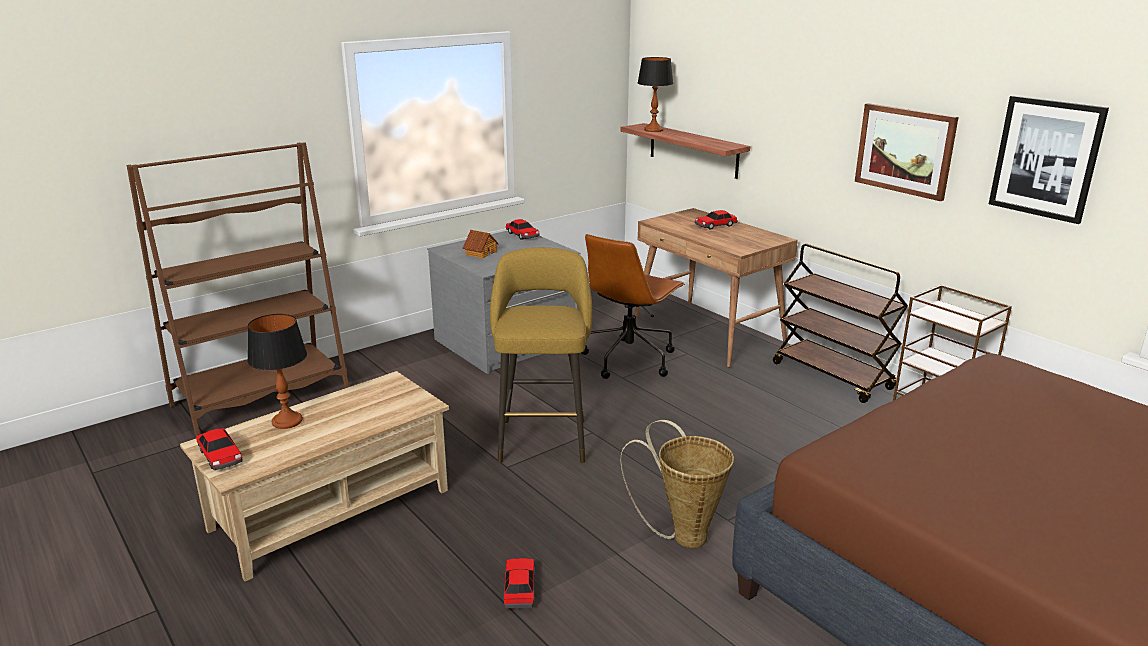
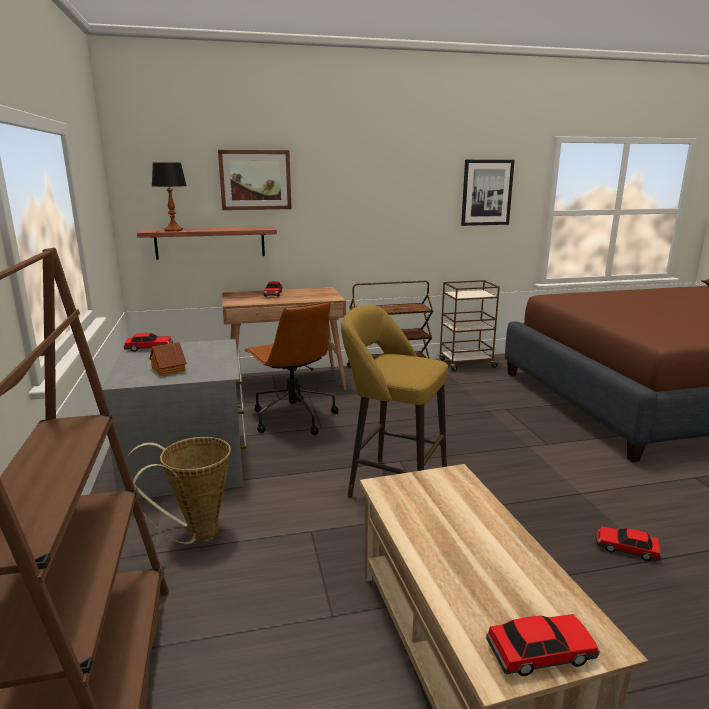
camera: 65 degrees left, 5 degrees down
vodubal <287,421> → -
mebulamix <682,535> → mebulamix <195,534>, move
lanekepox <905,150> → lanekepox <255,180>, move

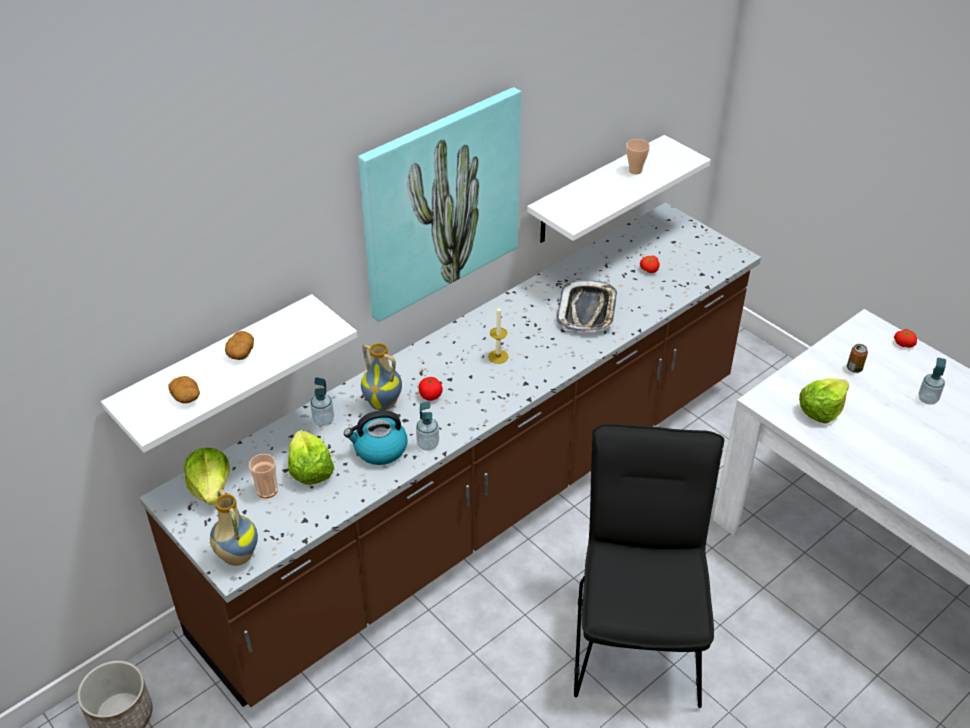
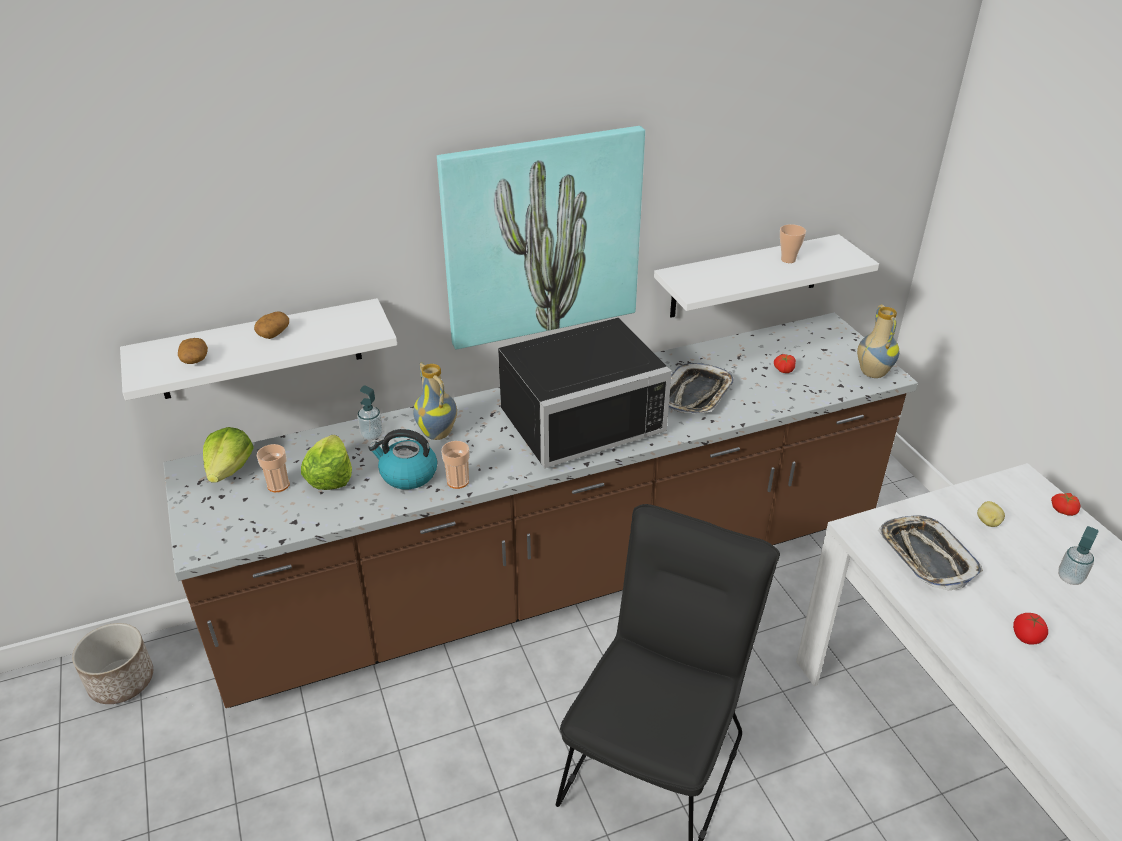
camera: 20 degrees right, 5 degrees down
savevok <236,557> → savevok <871,373>, move
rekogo <430,396> → rekogo <1026,637>, move
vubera <428,444> → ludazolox <458,481>
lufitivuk <498,356> → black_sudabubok <578,416>
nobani <821,409> → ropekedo <926,556>
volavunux <854,368> → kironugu <987,522>

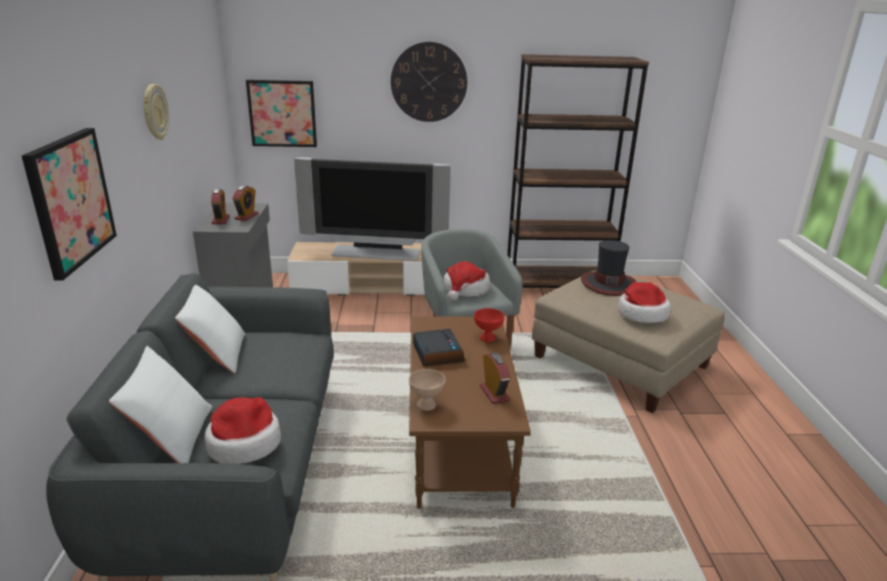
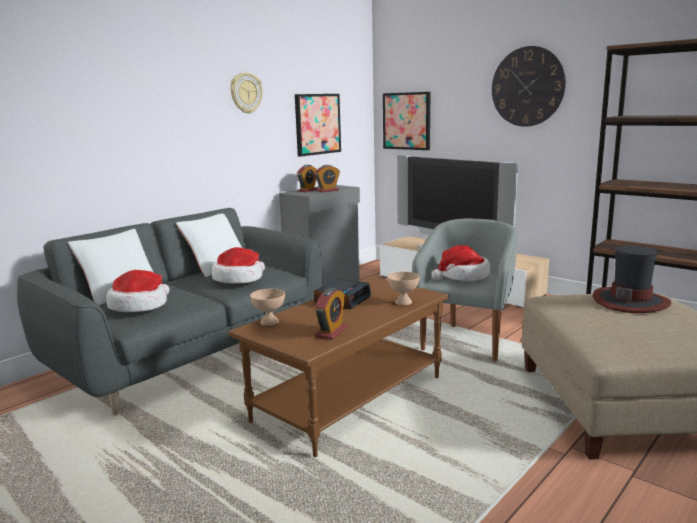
camera: 45 degrees right, 10 degrees down
lanekepox <70,200> → lanekepox <317,124>, move
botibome <641,313> → botibome <239,278>, move
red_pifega <487,338> → beige_pifega <403,302>

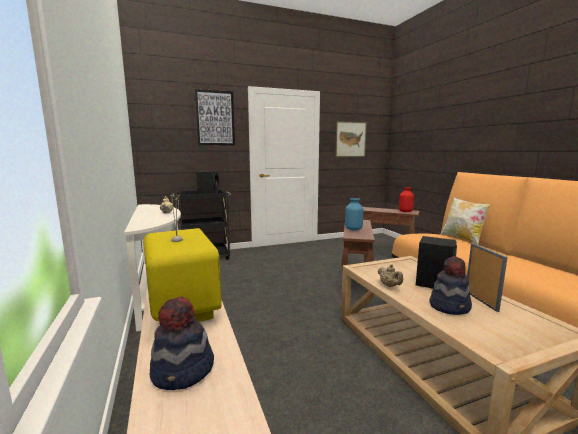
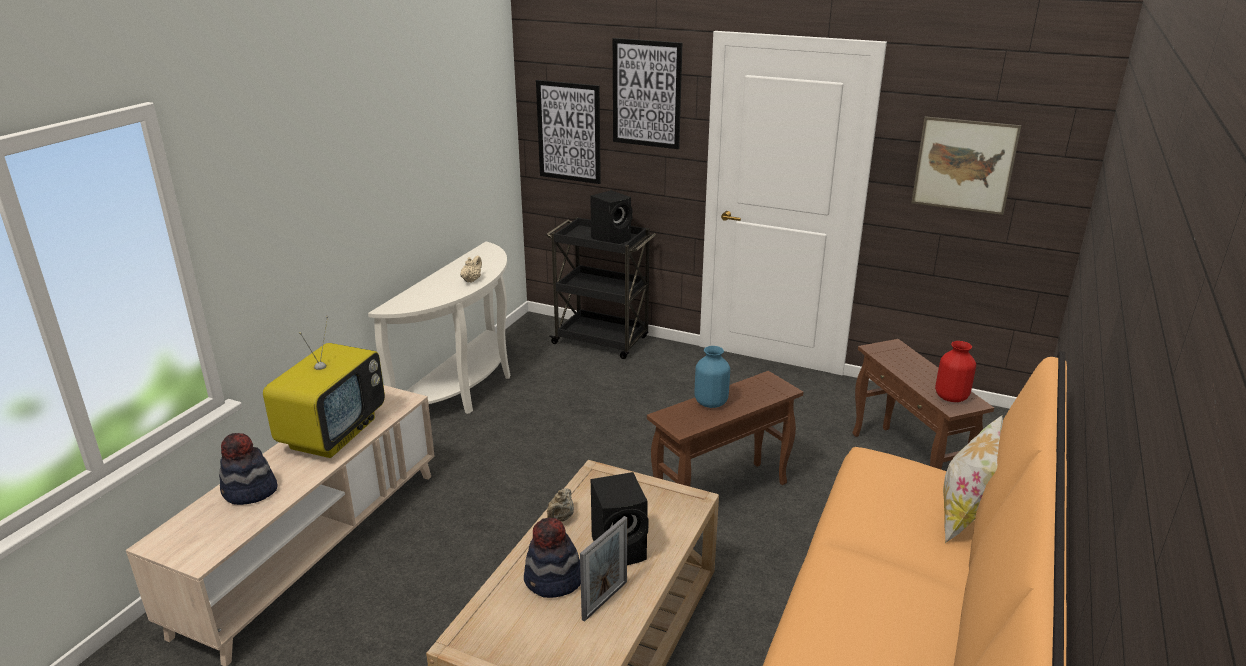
camera: 45 degrees right, 15 degrees up
- → lanekepox <569,132>

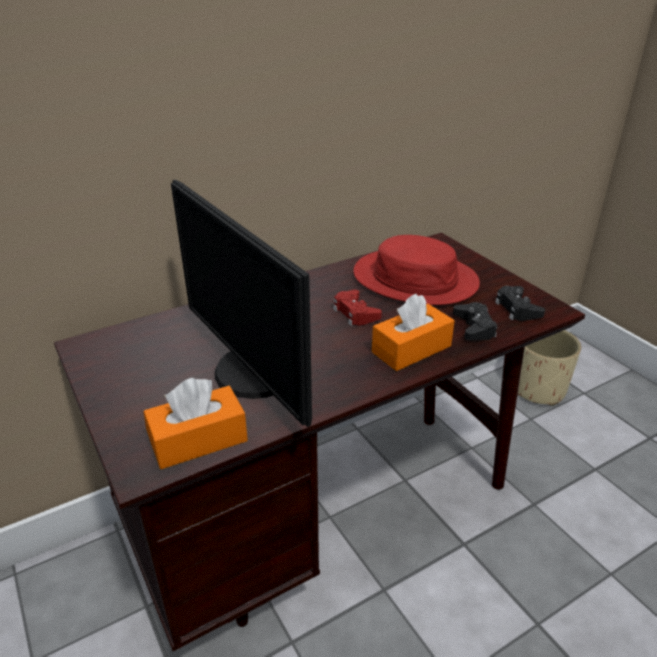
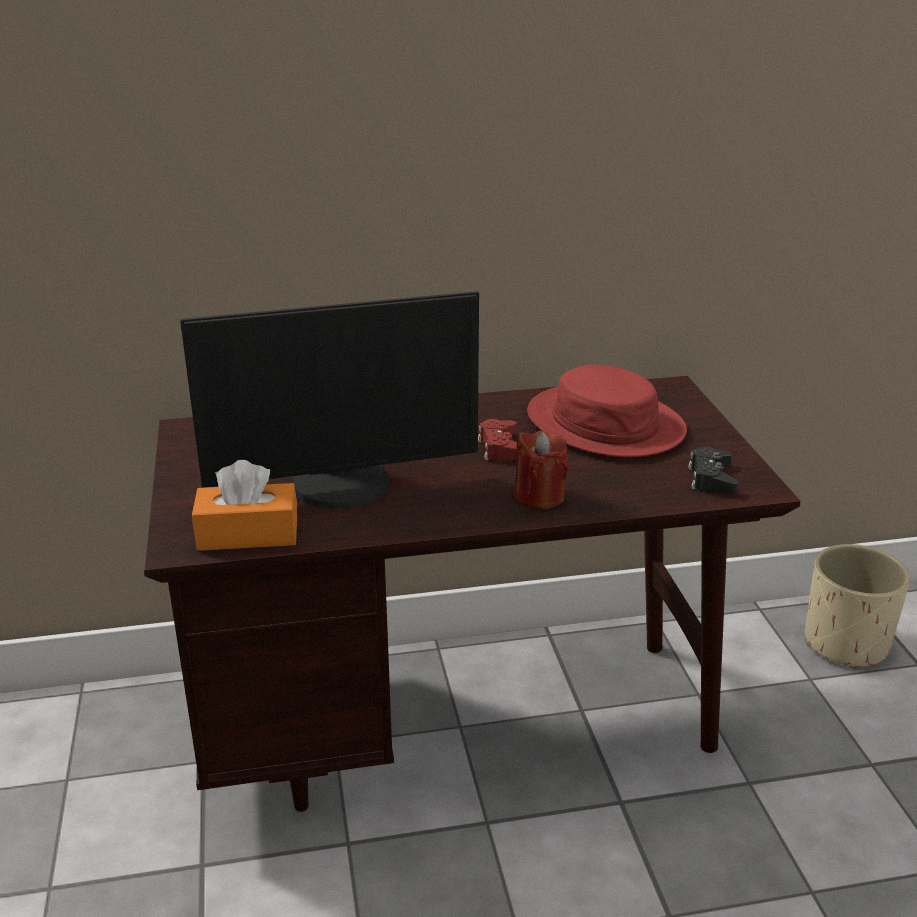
camera: 20 degrees right, 5 degrees down
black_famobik <474,327> → -
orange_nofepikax <411,349> → red_lufitivuk <539,496>
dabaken <252,373> → dabaken <342,486>, 90 degrees counterclockwise

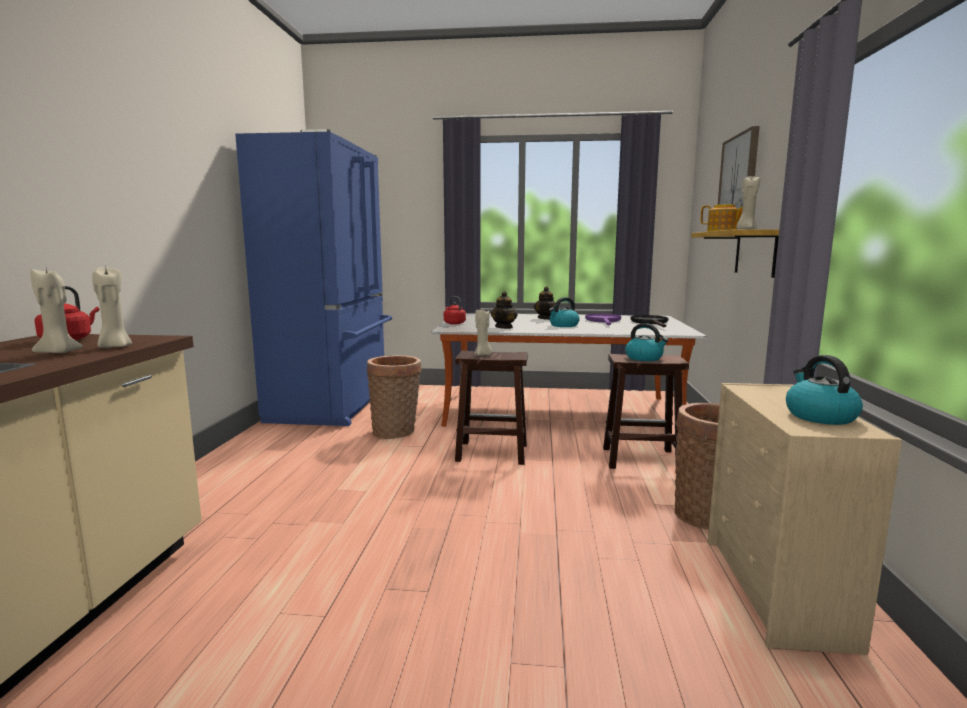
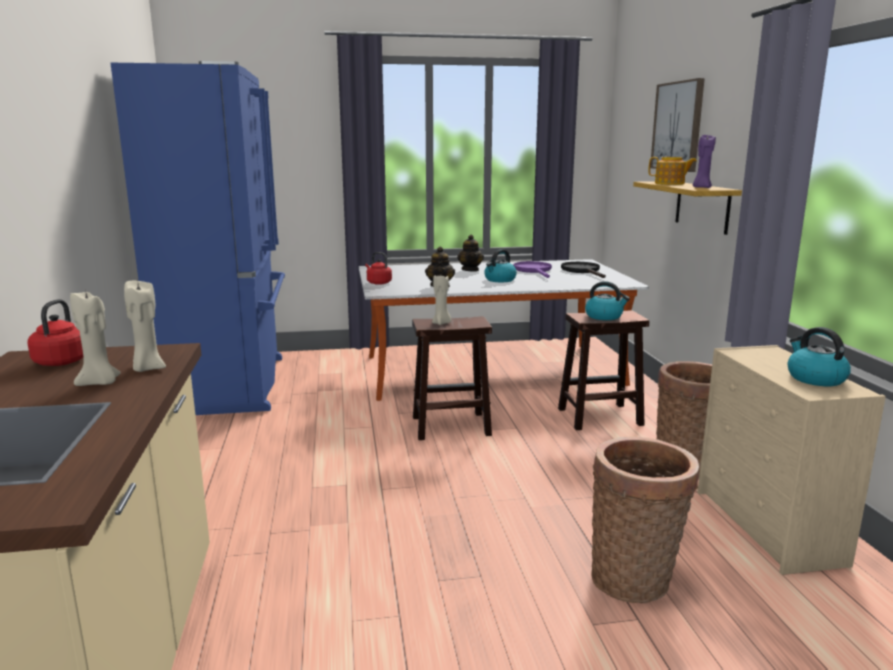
camera: 15 degrees left, 5 degrees up
mebulamix <396,432> → mebulamix <635,578>, move
beige_lufitivuk <746,229> → purple_lufitivuk <701,187>

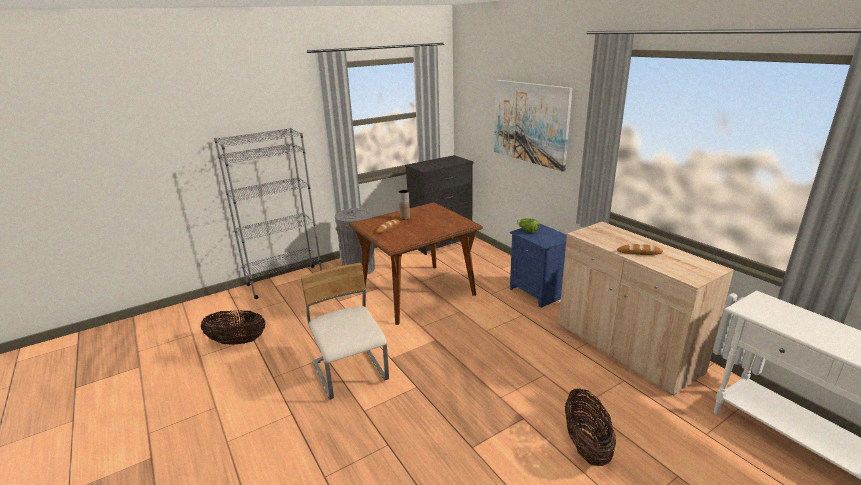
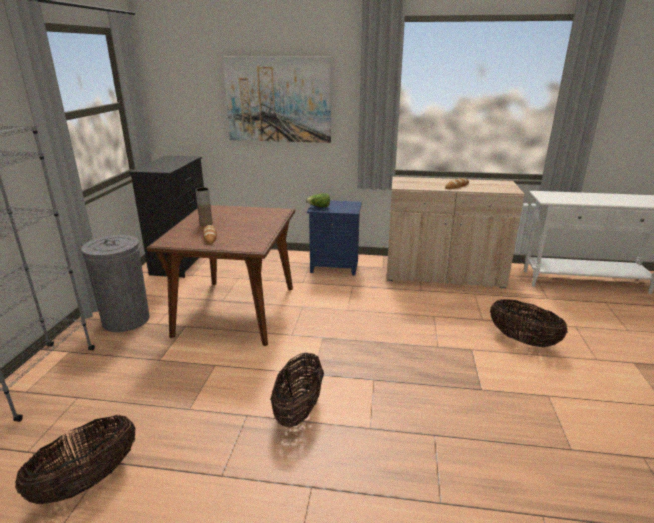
camera: 50 degrees left, 0 degrees up
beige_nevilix <350,372> → mebulamix <298,409>

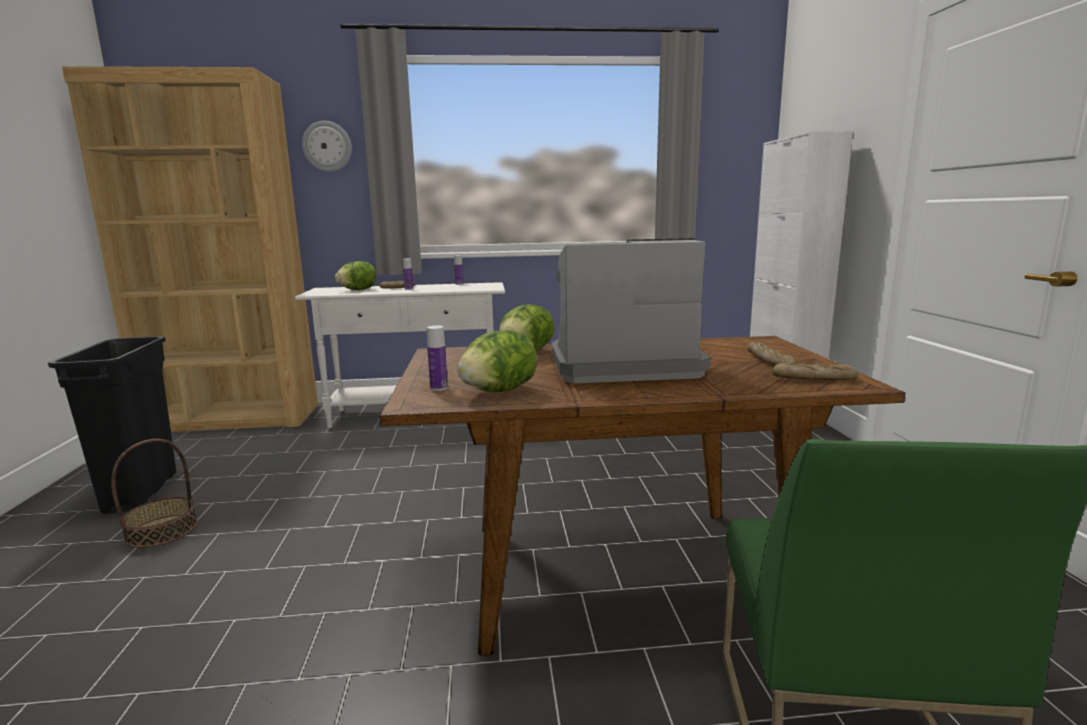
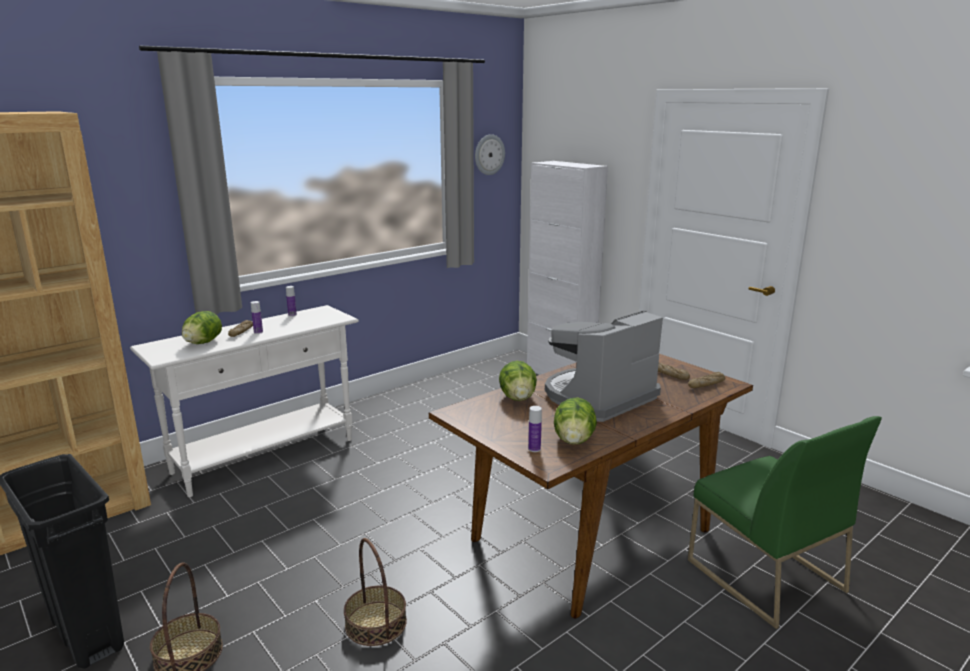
camera: 35 degrees left, 5 degrees up
- → mebulamix <375,623>
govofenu <327,146> → govofenu <489,154>, move

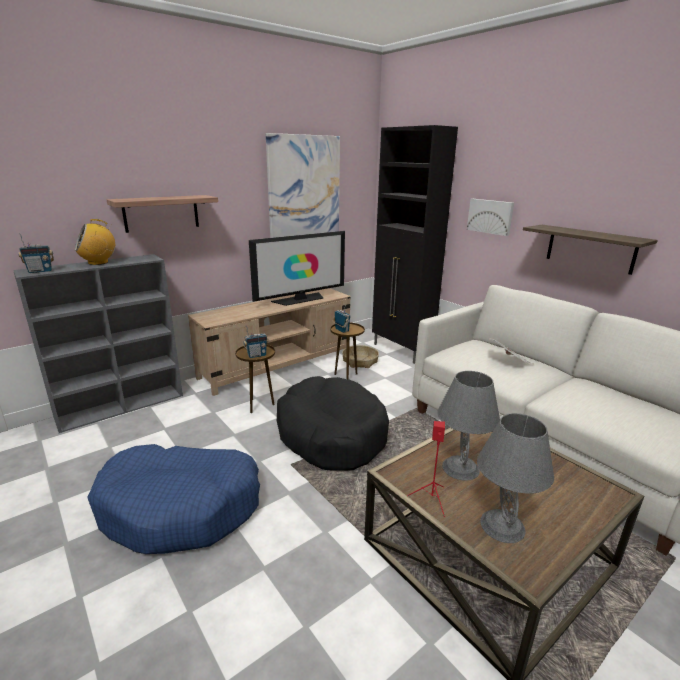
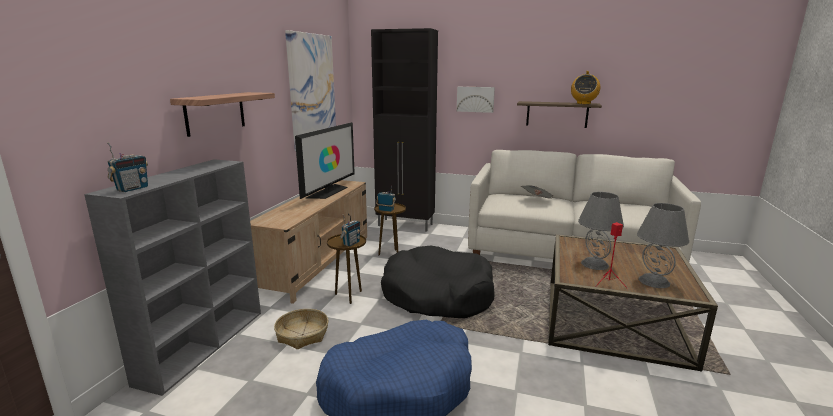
camera: 35 degrees left, 5 degrees down
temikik <98,262> → temikik <583,103>, move
mebulamix <360,361> → mebulamix <302,334>, move

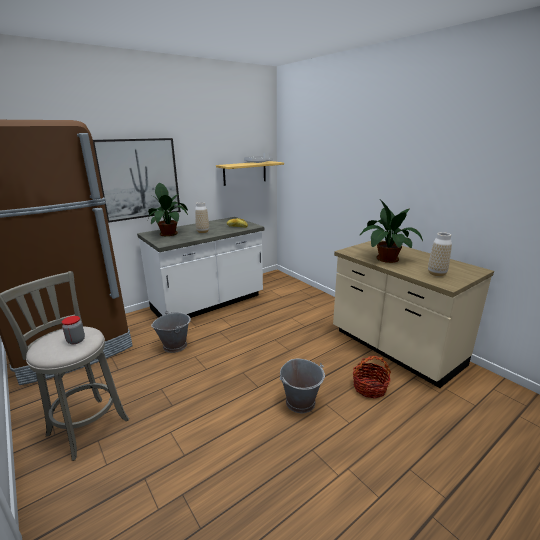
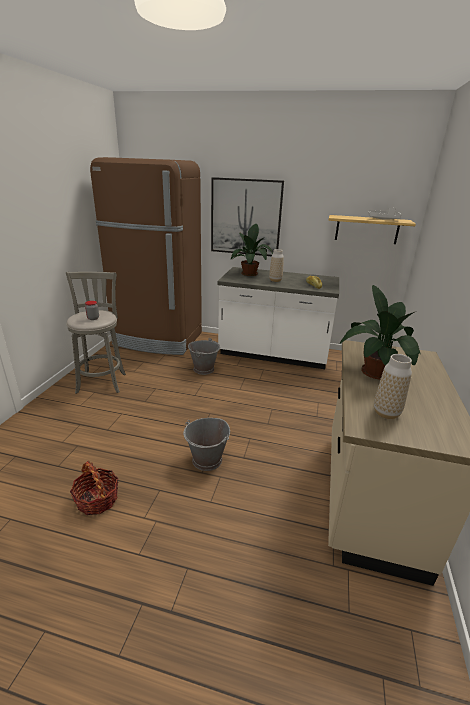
camera: 50 degrees right, 5 degrees up
mebulamix <369,388> → mebulamix <97,499>, move

